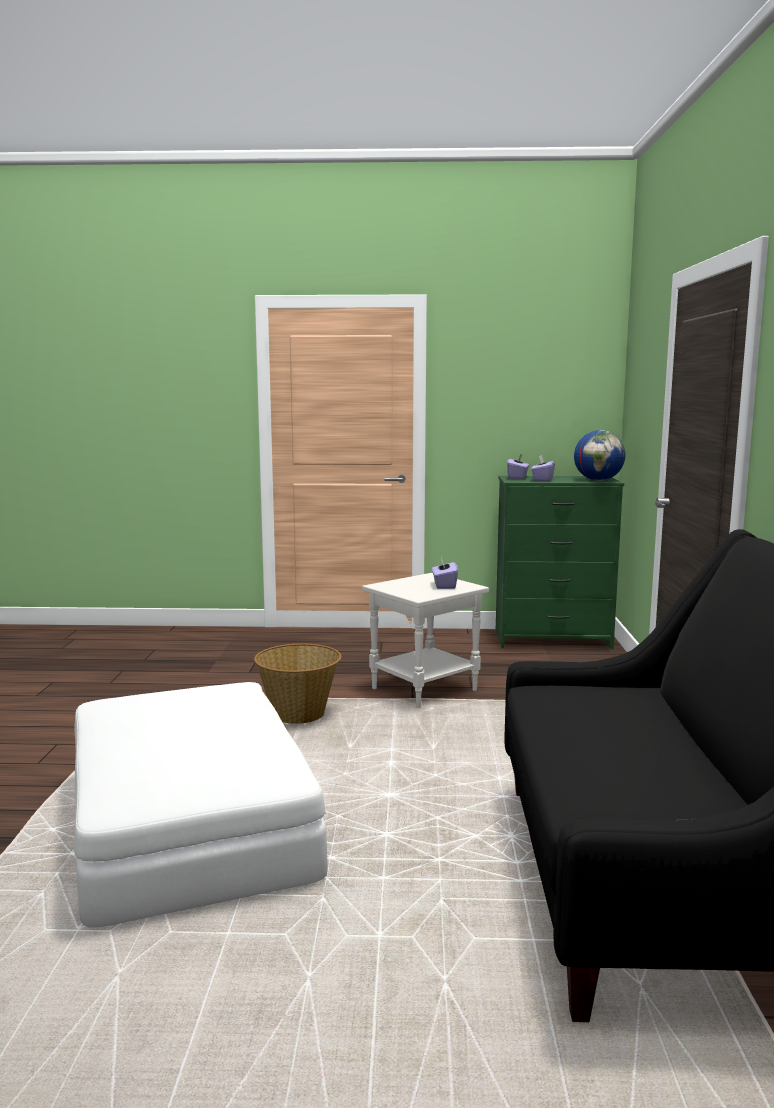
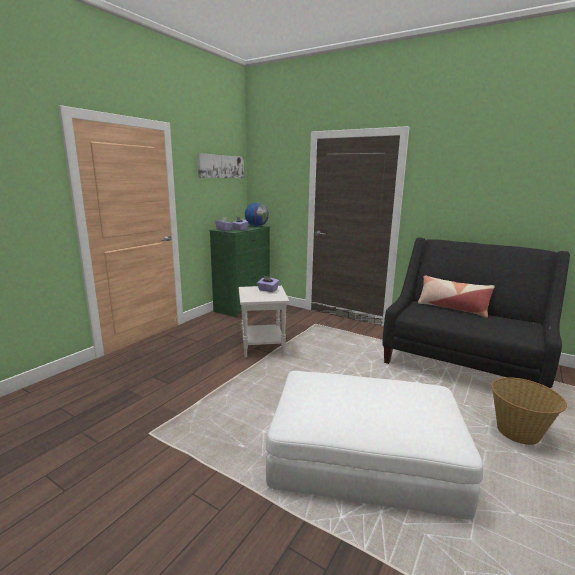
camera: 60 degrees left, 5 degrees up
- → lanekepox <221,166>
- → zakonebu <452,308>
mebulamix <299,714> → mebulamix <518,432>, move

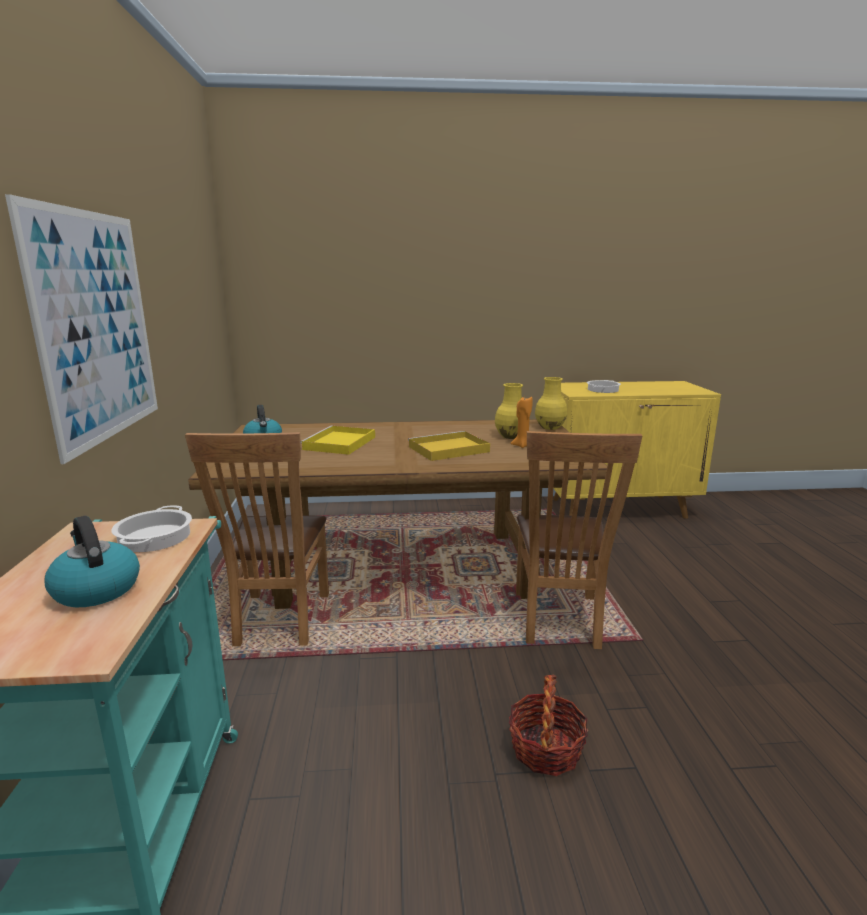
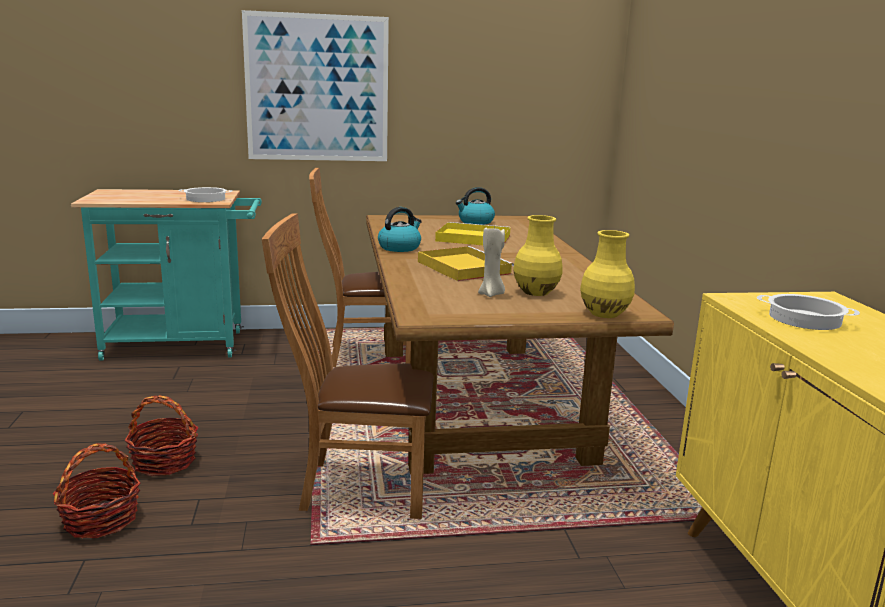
camera: 85 degrees right, 0 degrees up
- → mebulamix <101,519>
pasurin <96,589> → pasurin <399,247>, move
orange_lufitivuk <522,445> → beige_lufitivuk <491,294>

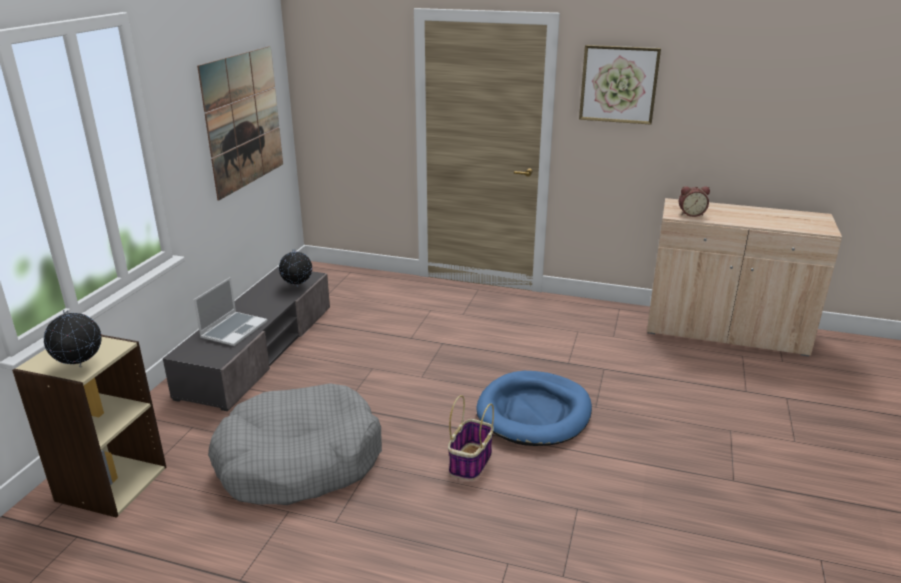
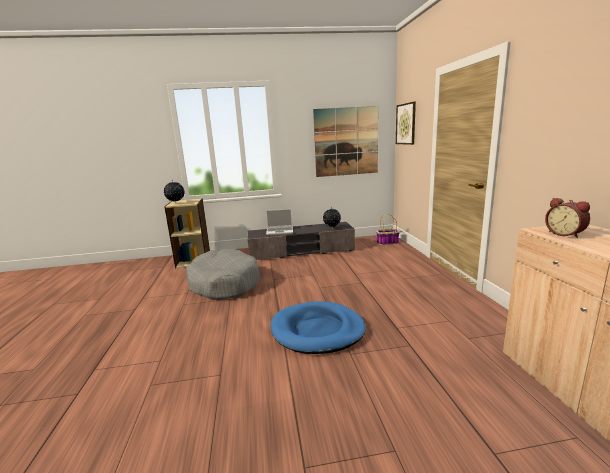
camera: 65 degrees right, 10 degrees down
mebulamix <470,463> → mebulamix <387,243>, move
lanekepox <618,84> → lanekepox <406,124>, move

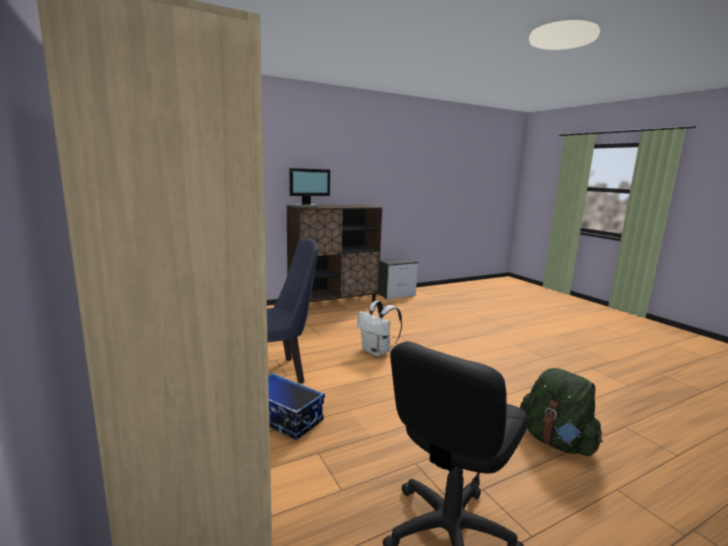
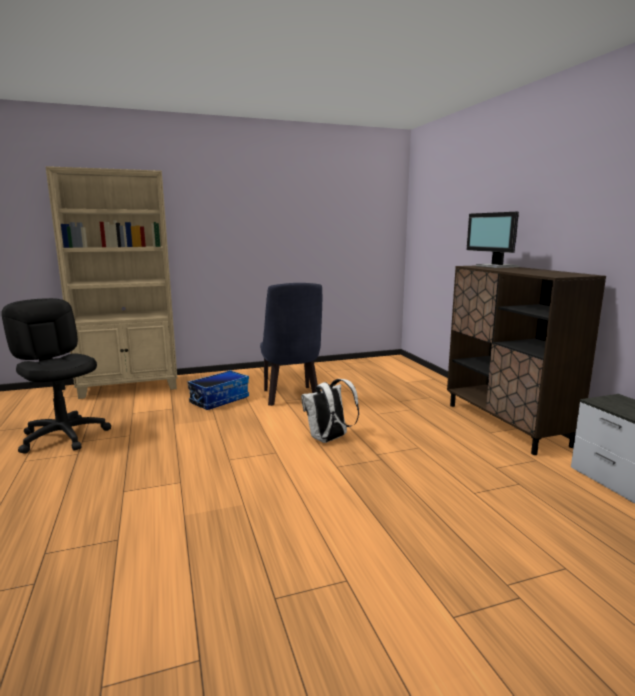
camera: 100 degrees right, 0 degrees up
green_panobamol <556,442> → -

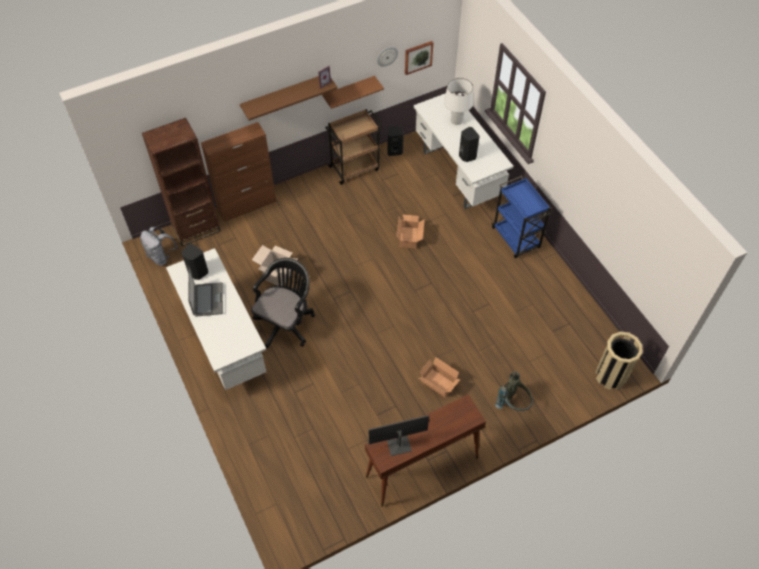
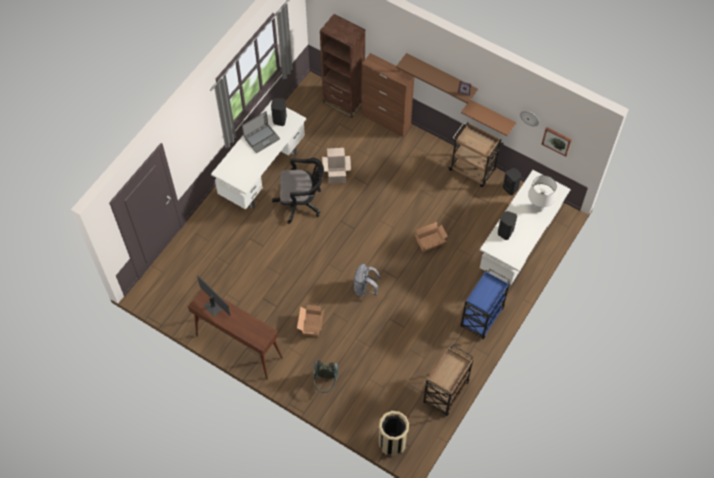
camera: 60 degrees right, 5 degrees up
- → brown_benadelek <445,393>
grey_panobamol <161,256> → grey_panobamol <365,288>, move

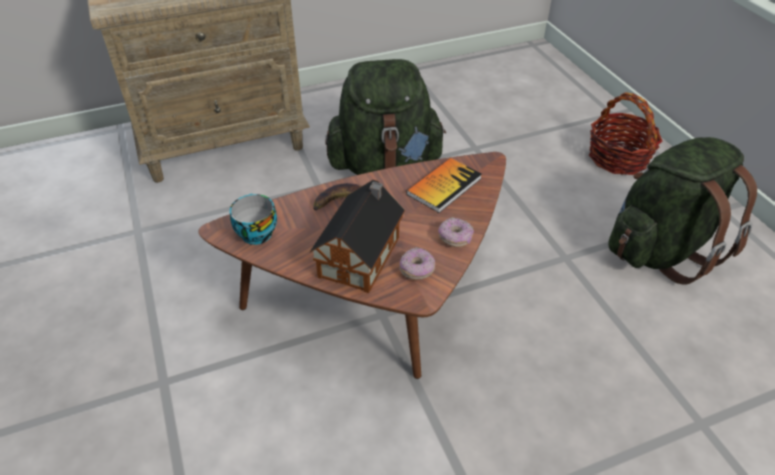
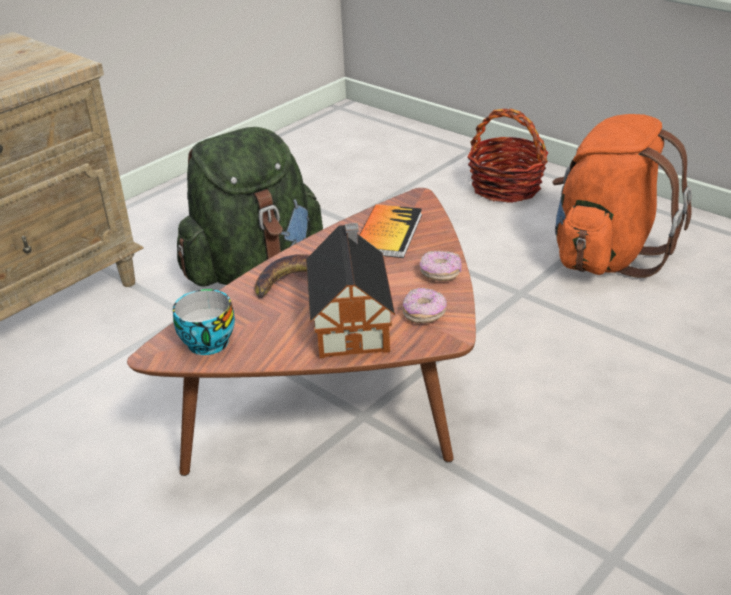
camera: 25 degrees left, 10 degrees down
green_panobamol <660,249> → orange_panobamol <606,255>

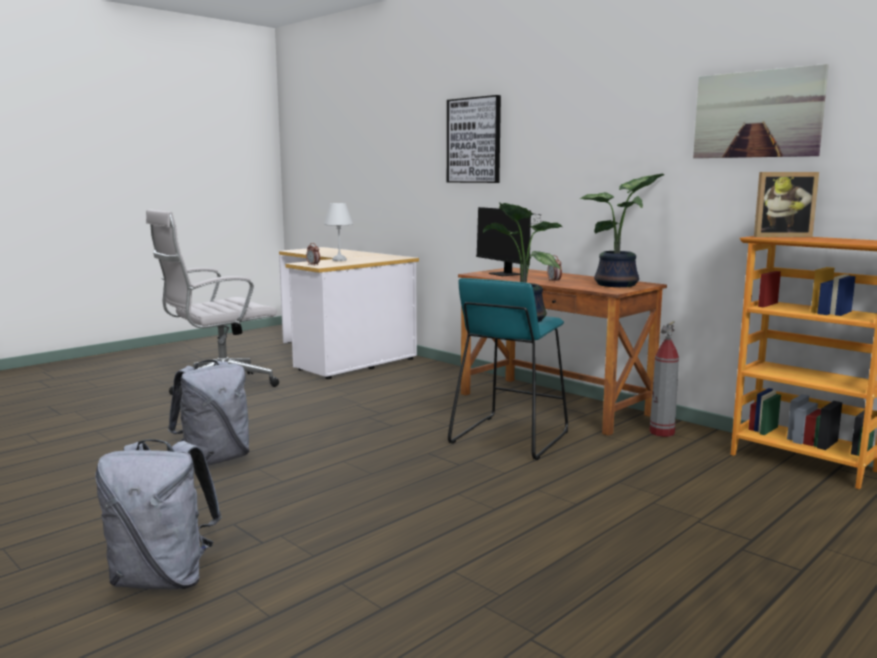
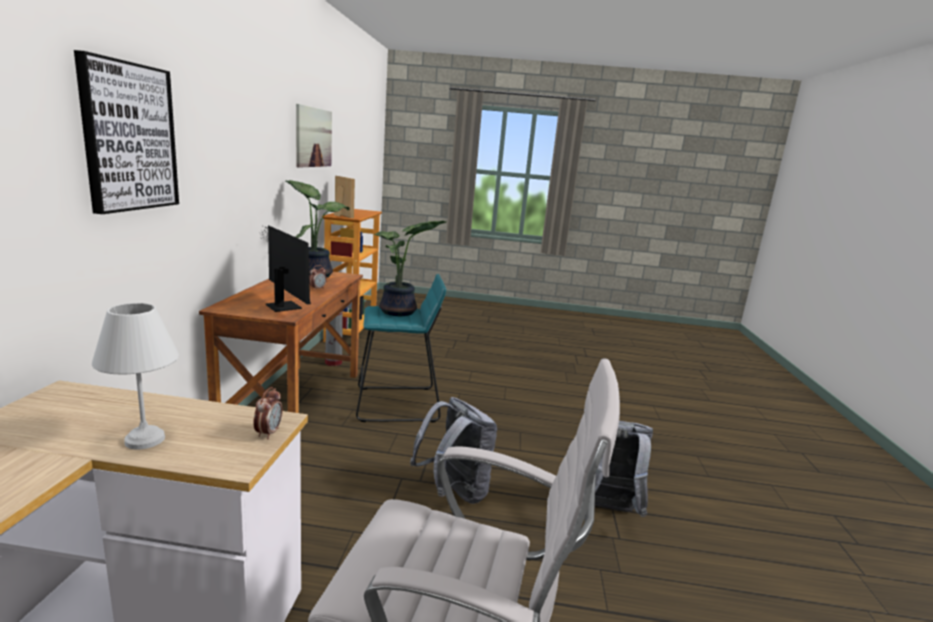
camera: 130 degrees left, 5 degrees up
grey_panobamol <163,579> → grey_panobamol <454,492>, move
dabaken <506,274> → dabaken <283,305>, 60 degrees counterclockwise

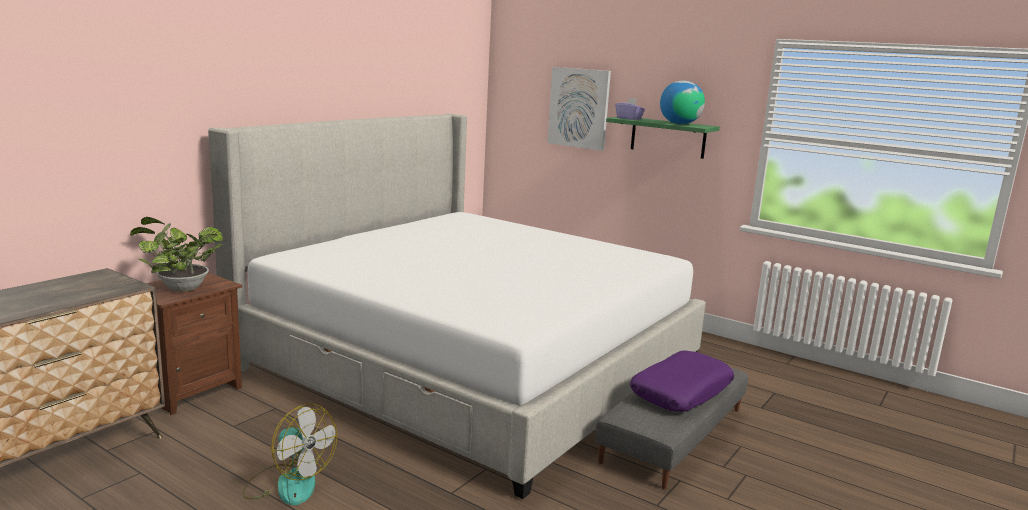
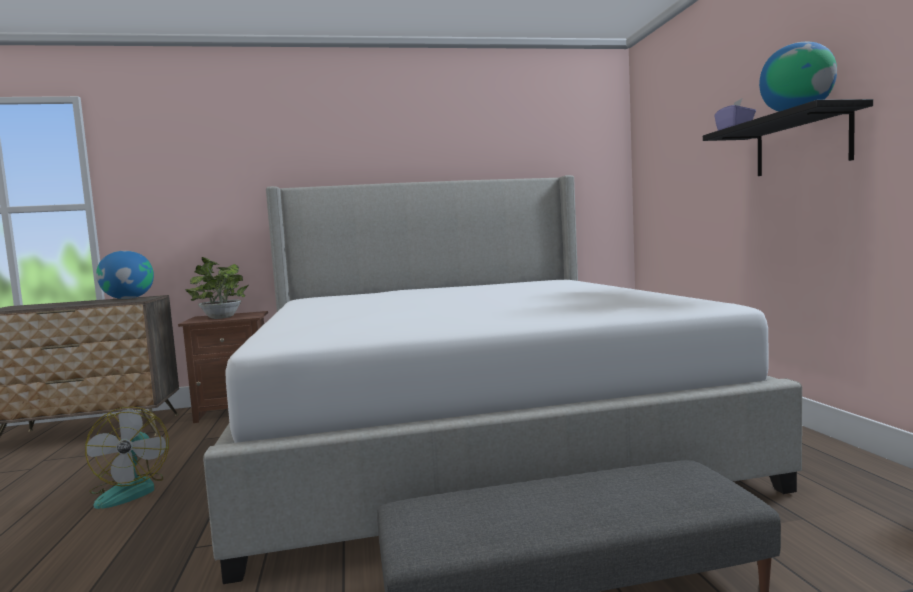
camera: 45 degrees right, 10 degrees down
lanekepox <579,108> → -
purple_zakonebu <681,392> → -
- → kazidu <128,298>
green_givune <668,137> → black_givune <801,144>

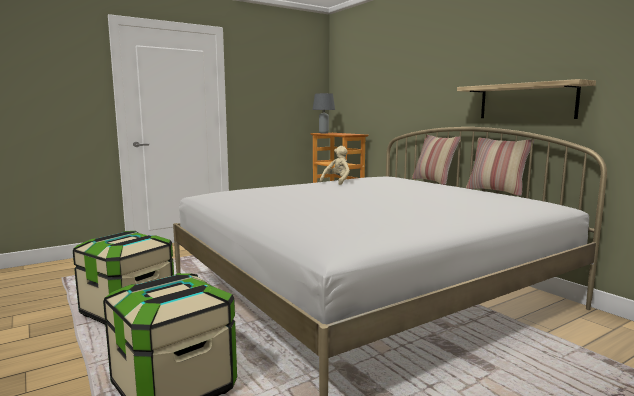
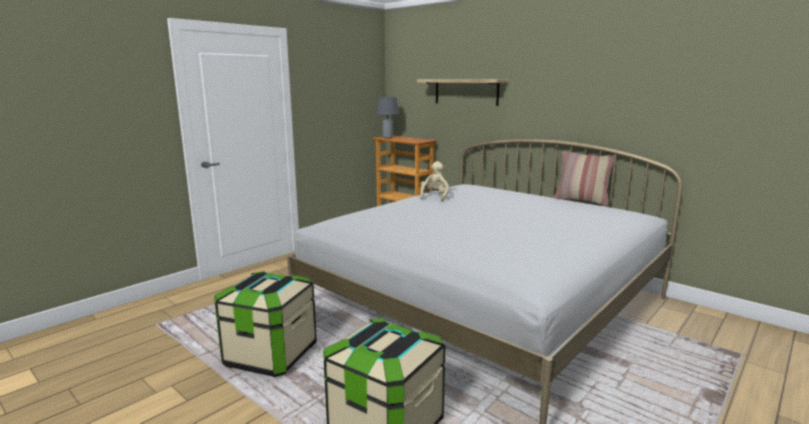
camera: 15 degrees left, 5 degrees up
zakonebu <433,181> → -
givune <526,101> → givune <466,91>, move

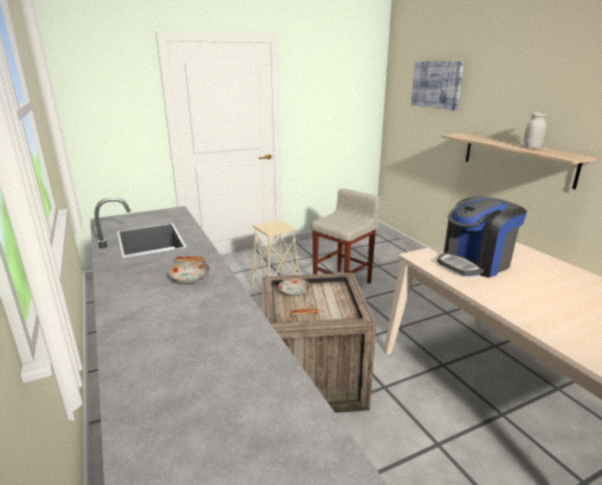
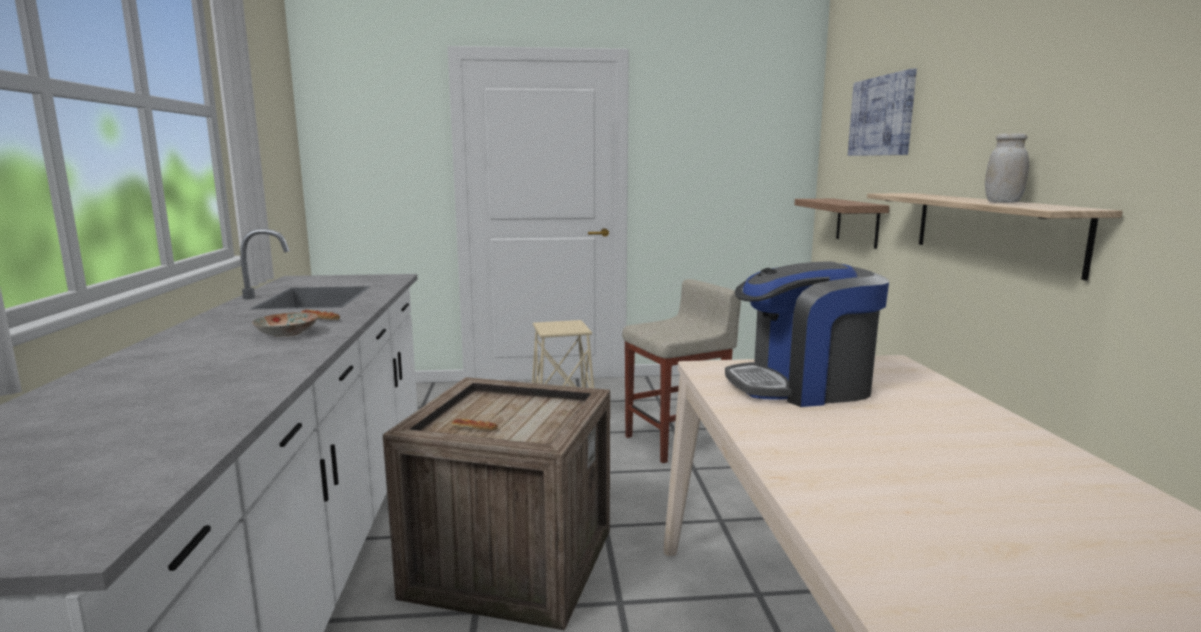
camera: 20 degrees right, 10 degrees down
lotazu <294,292> → -
- → givune <857,222>

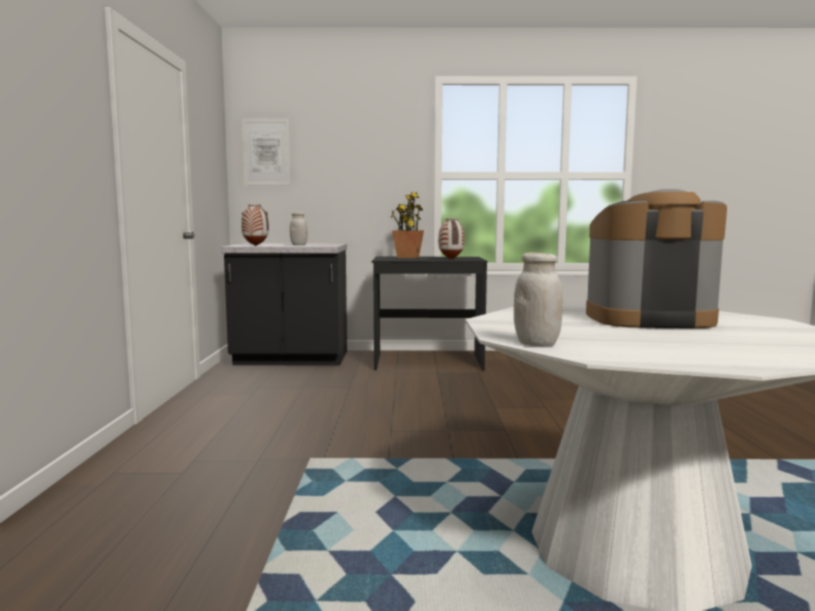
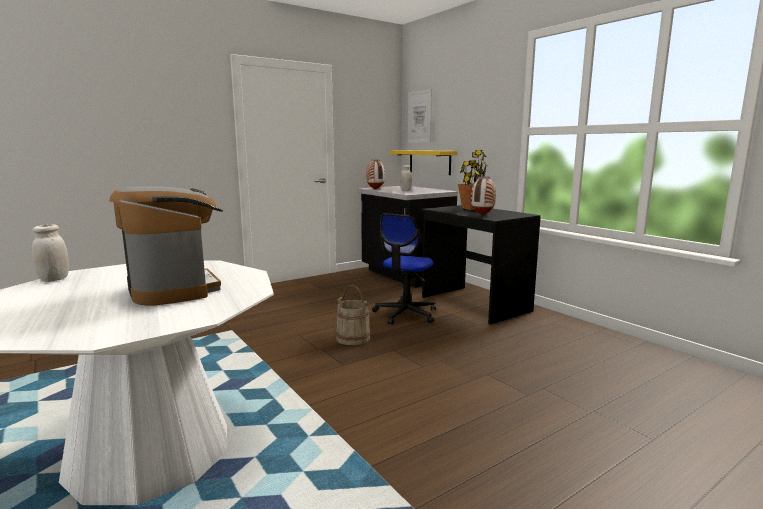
camera: 55 degrees right, 5 degrees up
- → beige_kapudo <353,338>
- → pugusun <405,314>
- → yellow_givune <429,162>

